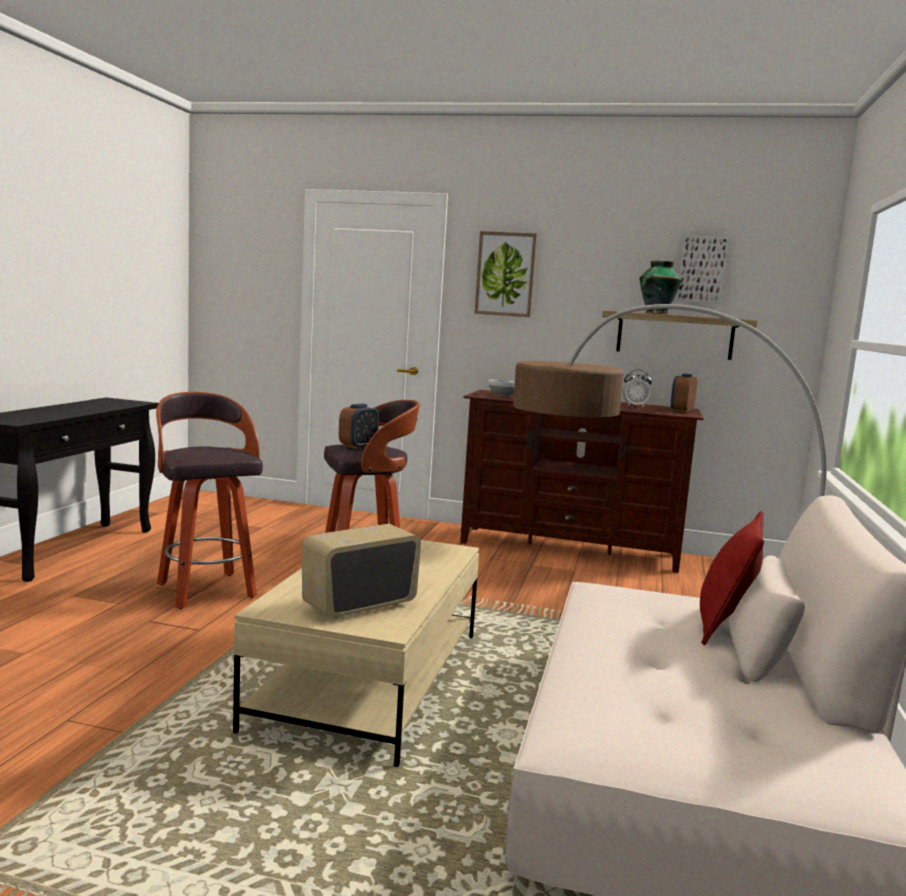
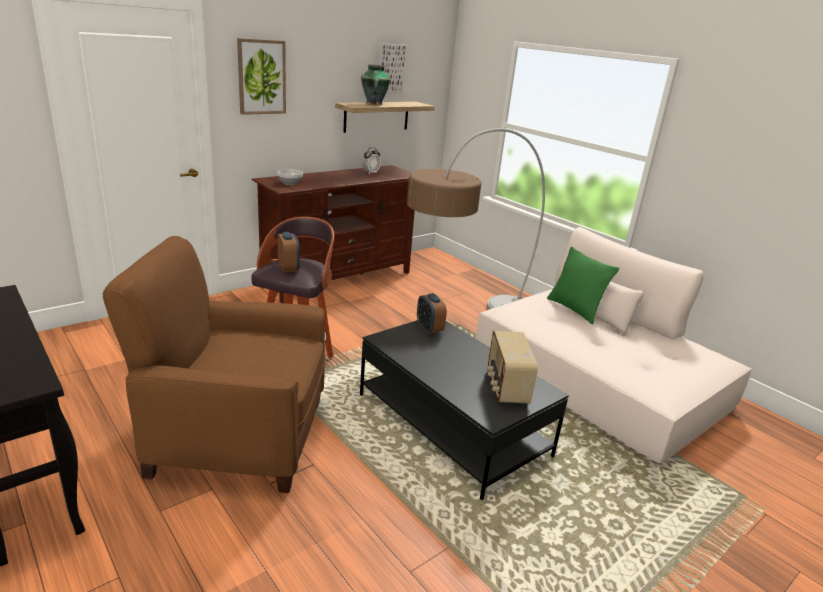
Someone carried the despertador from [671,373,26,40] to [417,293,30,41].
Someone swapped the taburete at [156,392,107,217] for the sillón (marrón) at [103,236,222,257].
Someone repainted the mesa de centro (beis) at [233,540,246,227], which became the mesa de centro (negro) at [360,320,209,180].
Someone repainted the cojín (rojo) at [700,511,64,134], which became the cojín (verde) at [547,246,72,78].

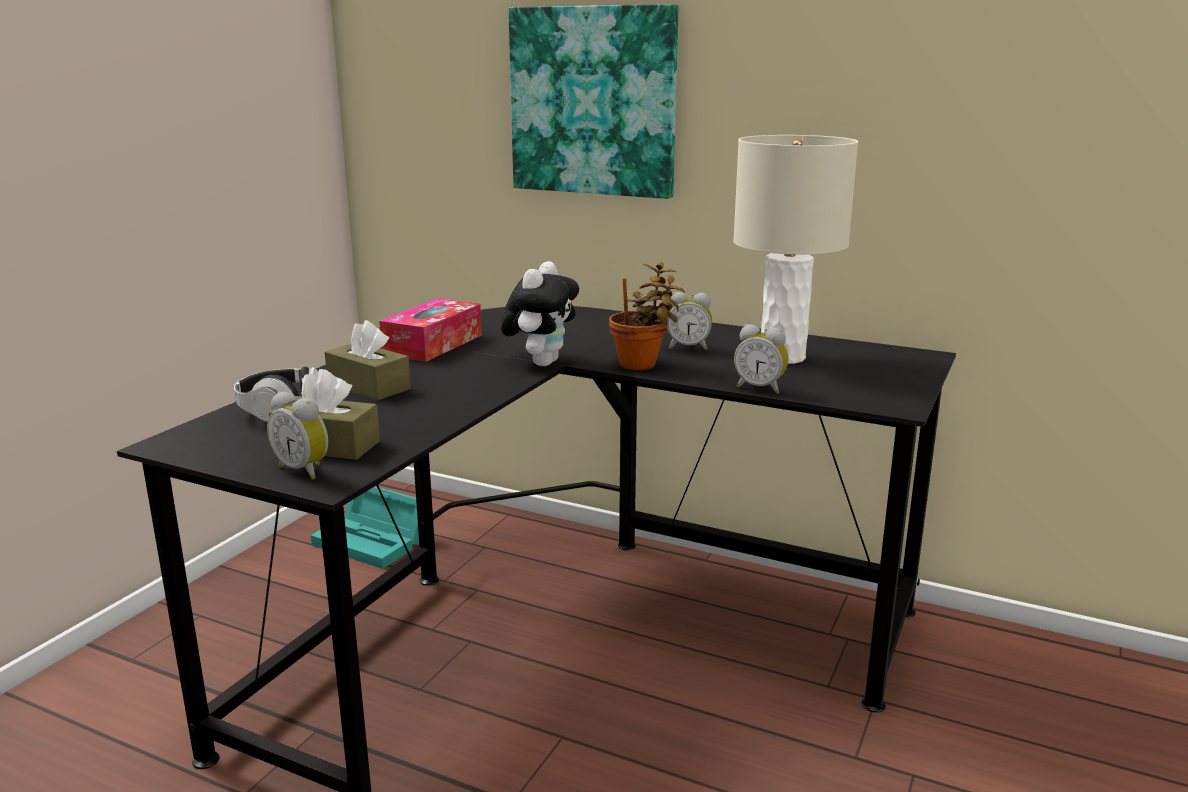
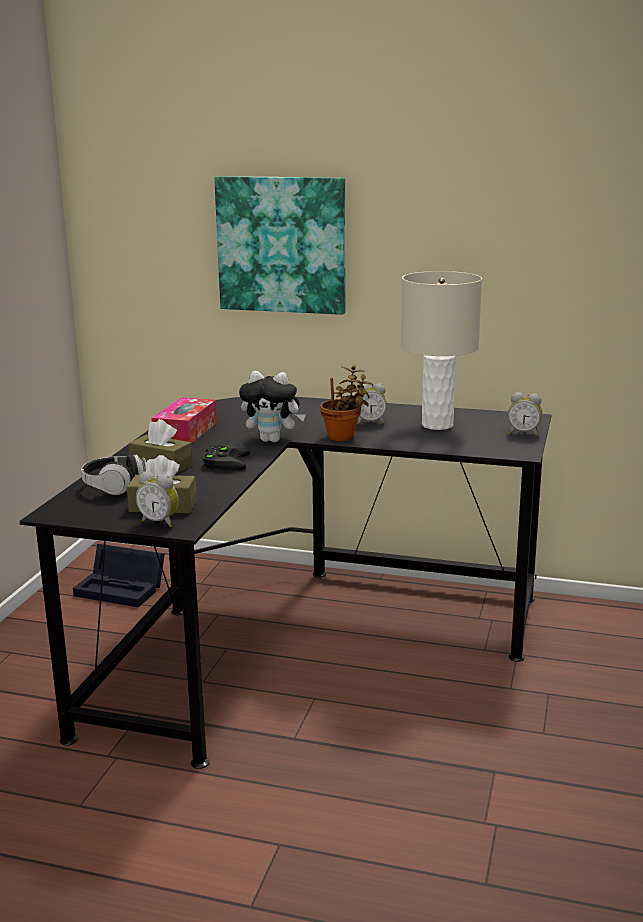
Someone put down the mando de consola (negro) at [202,444,48,26].
Someone carried the despertador from [734,324,54,70] to [508,392,35,44].
Someone repainted the caja de almacenaje (turquesa) at [311,486,108,83], which became the caja de almacenaje (negro) at [73,544,92,63].
Someone rotated the peluche at [501,261,78,105] by 90 degrees clockwise.

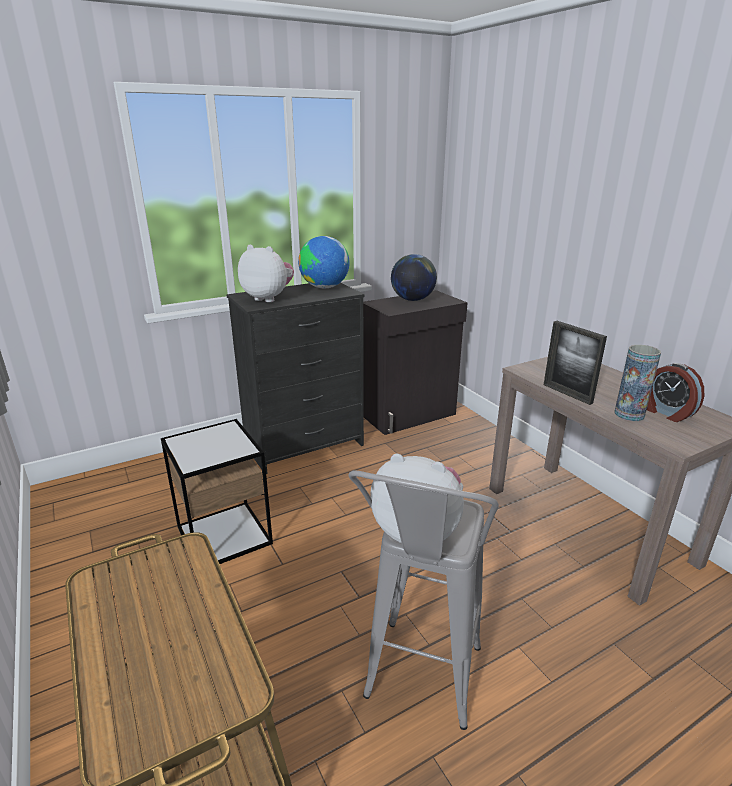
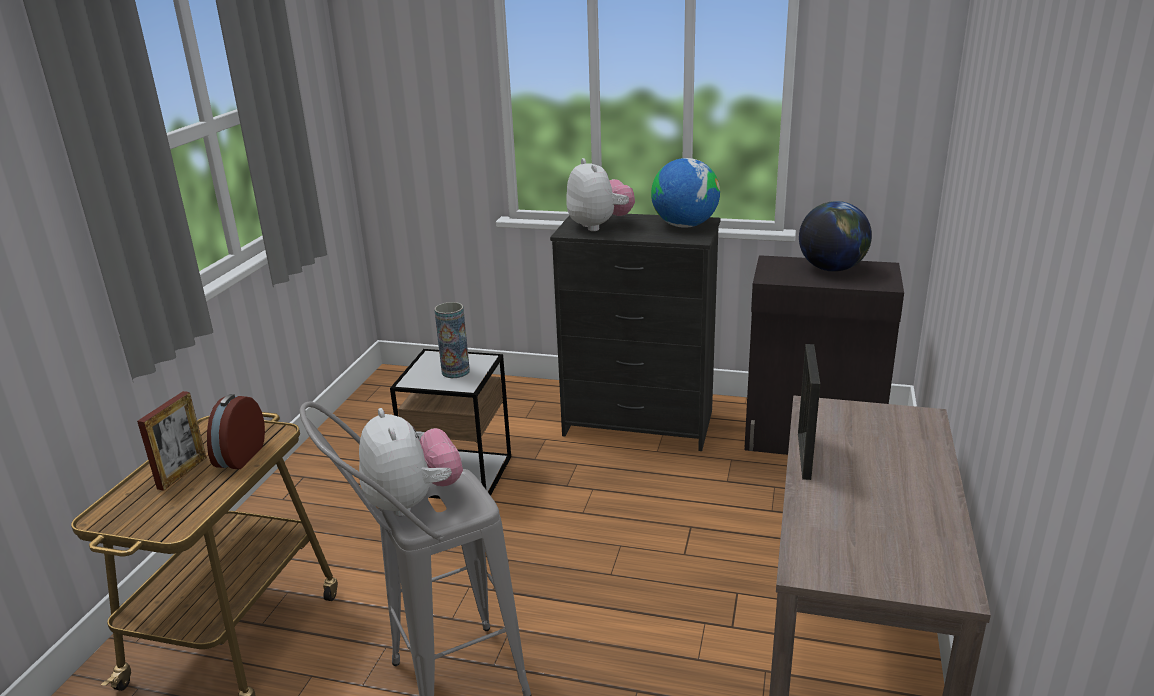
Someone put down the portarretratos at [137,391,70,100].
Someone carried the florero from [614,345,47,76] to [434,302,36,76].
Someone carried the despertador from [647,363,57,59] to [207,394,58,75].

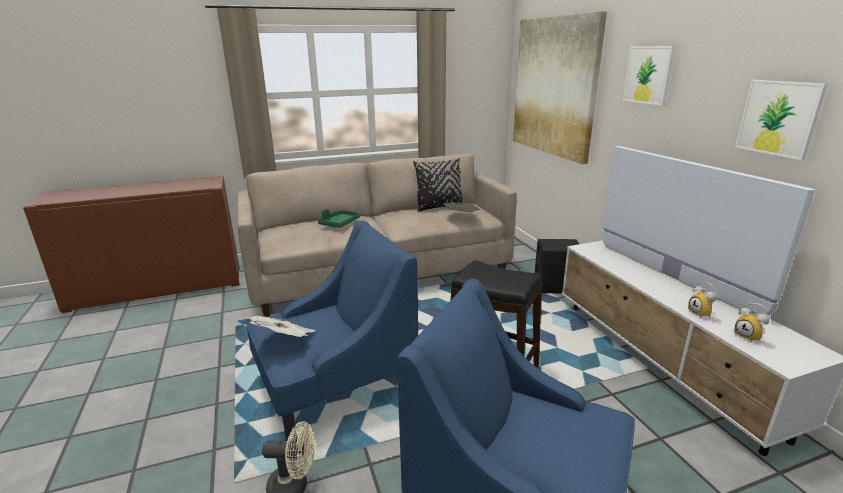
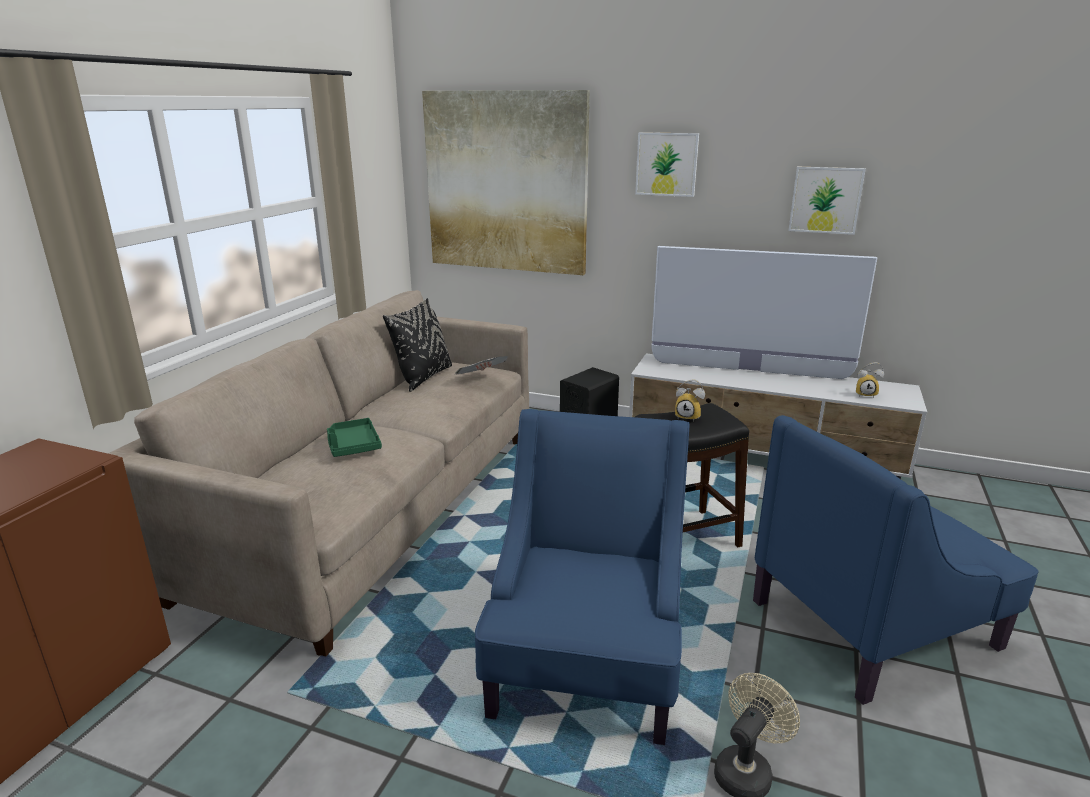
Someone took away the periódico at [249,316,66,21].
Someone carried the despertador from [688,282,29,36] to [675,380,30,42].

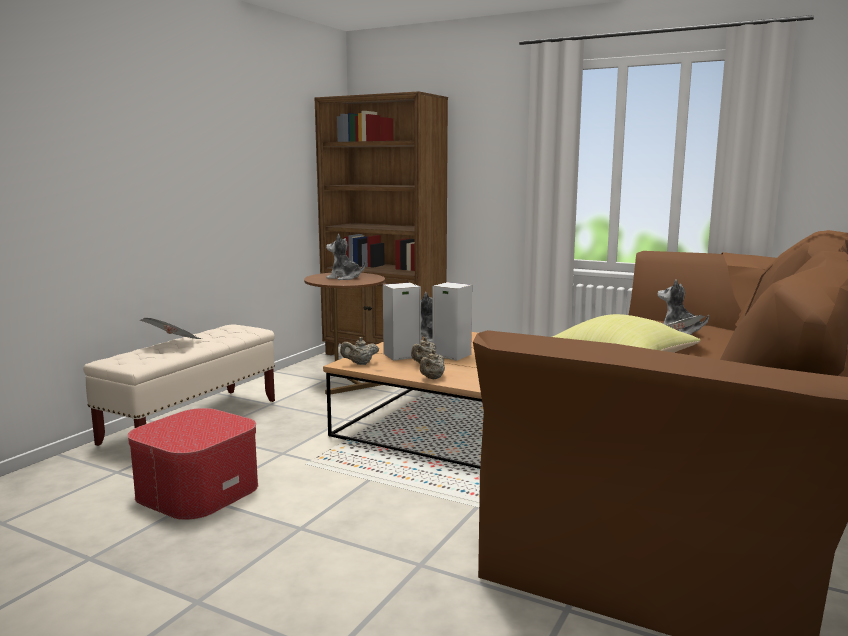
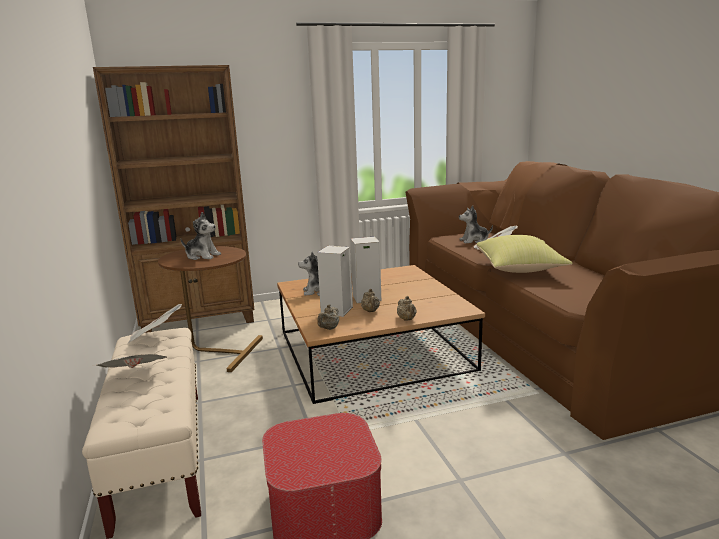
Someone put down the periódico at [127,304,55,40].
Someone rotated the peluche at [326,234,40,46] by 135 degrees counterclockwise.

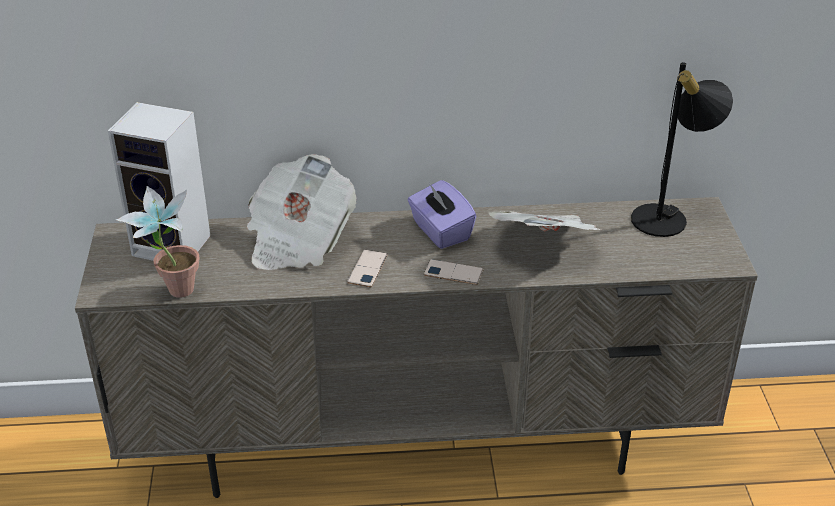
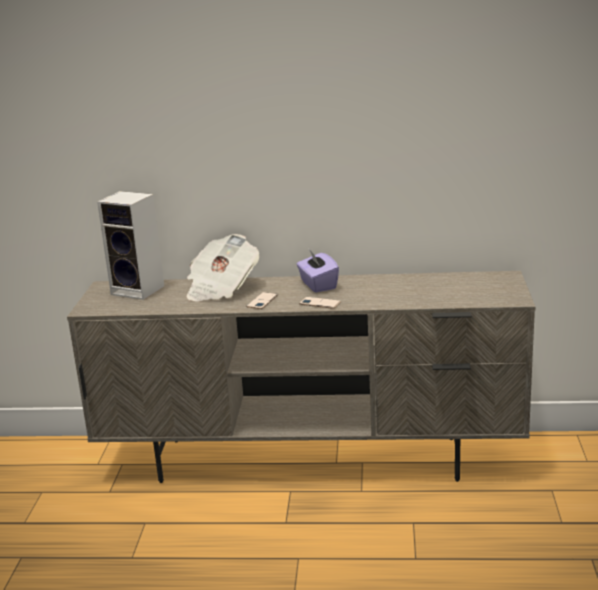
Someone took away the planta en maceta at [116,186,84,112].
Someone took away the periódico at [489,211,112,20].
Someone took away the lámpara de mesa (negro) at [631,62,102,175].

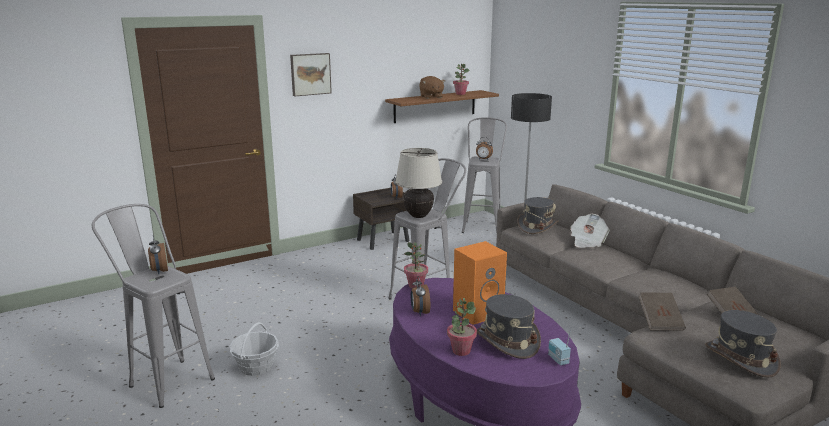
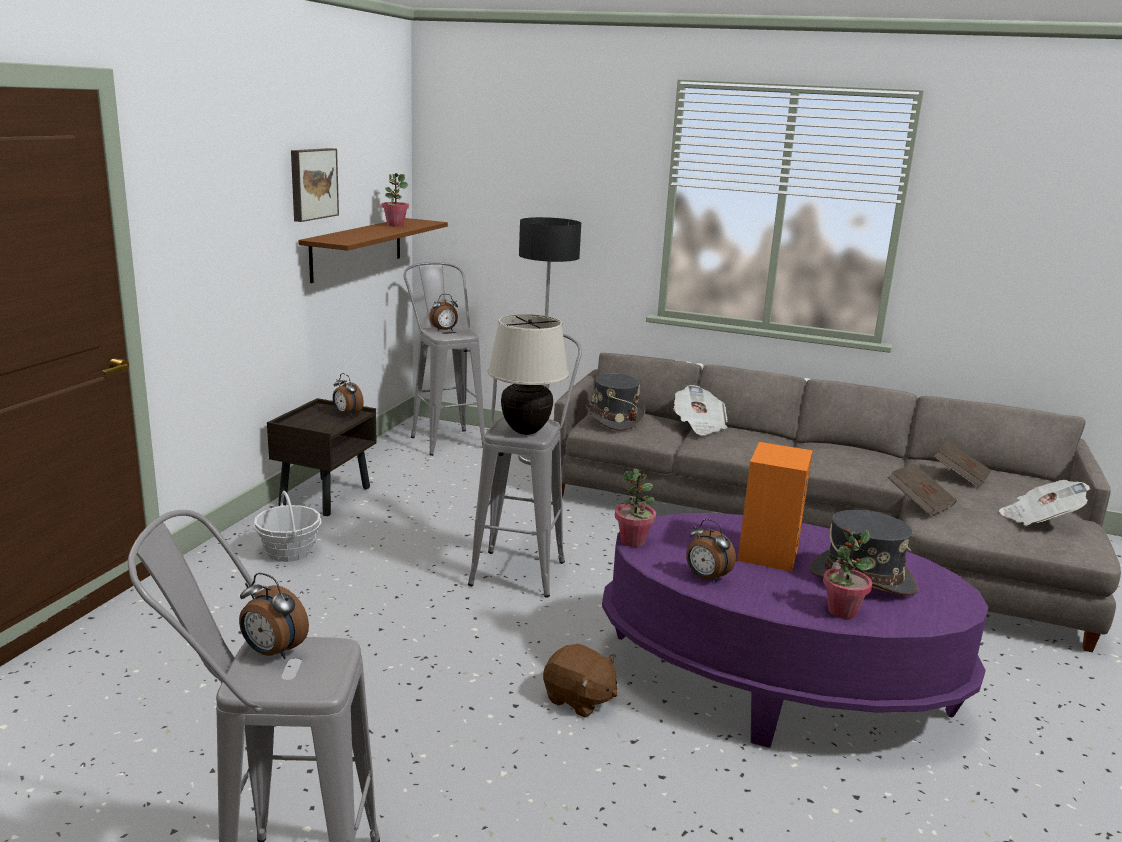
Someone took away the radio at [548,330,23,35].
Someone carried the cesta from [229,322,50,54] to [254,491,68,71].
Someone carried the cuadro from [290,53,42,43] to [291,148,48,74].
Someone carried the peluche (marrón) from [419,76,26,23] to [543,644,75,74].
Someone swapped the sombrero (gris) at [705,310,76,68] for the periódico at [999,480,91,45].

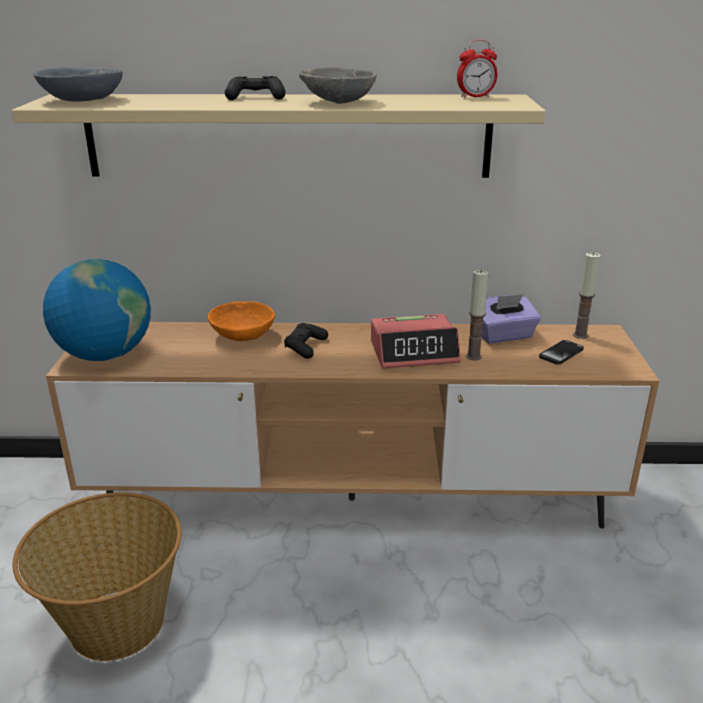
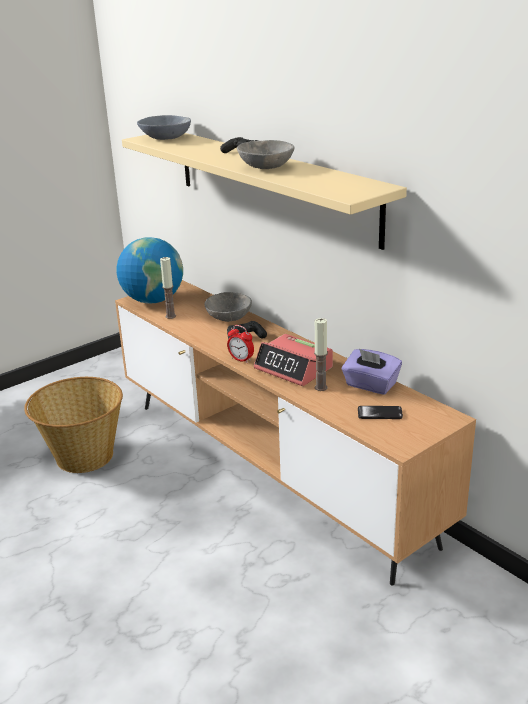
Someone carried the despertador from [457,40,40,58] to [227,325,27,38].
Someone carried the vela from [573,252,28,87] to [160,257,16,62].
Someone repainted the cuenco (naranja) at [208,301,67,40], which became the cuenco (gris) at [204,292,48,30].

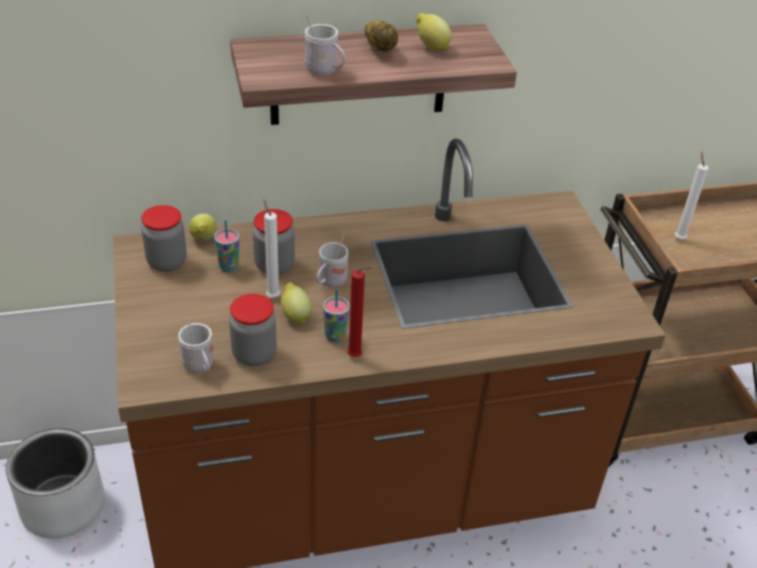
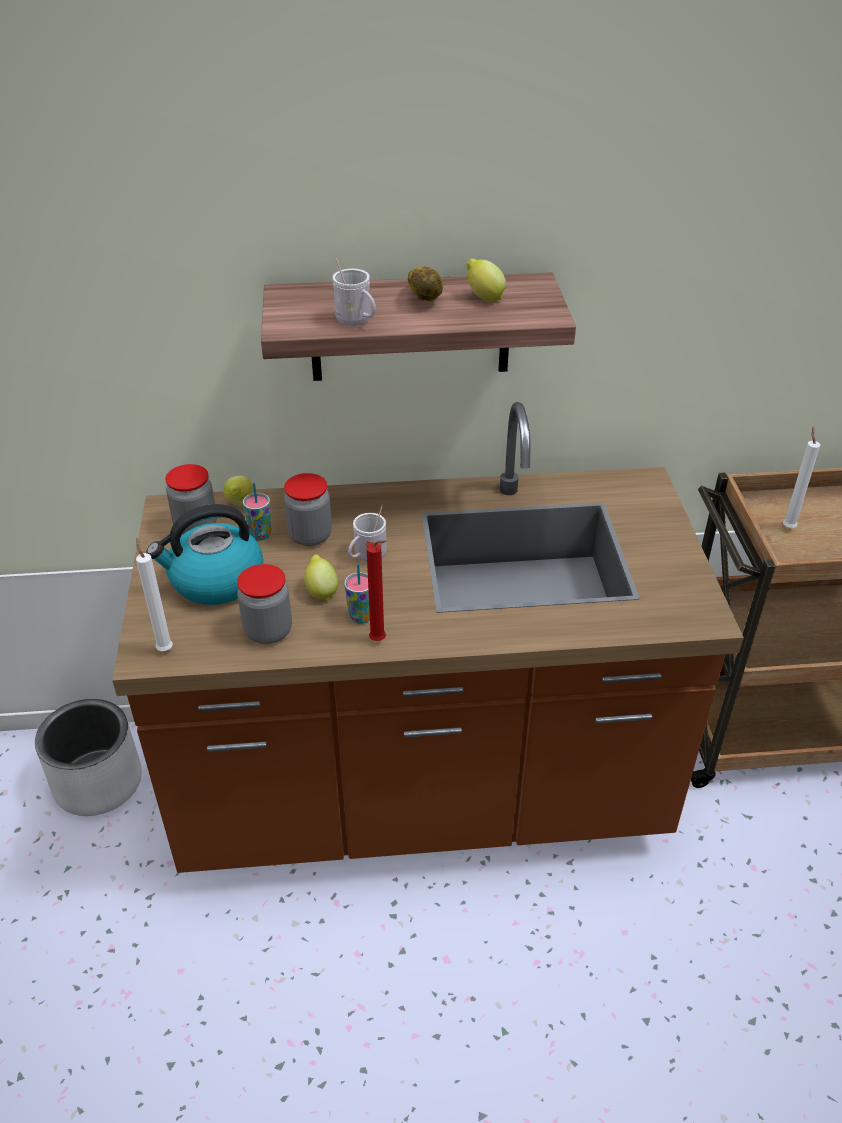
Someone took away the taza grande (blanco) at [178,314,36,59].
Someone put down the hervidor at [146,504,117,101].
Someone carried the vela (blanco) from [263,199,17,98] to [136,537,37,114].

